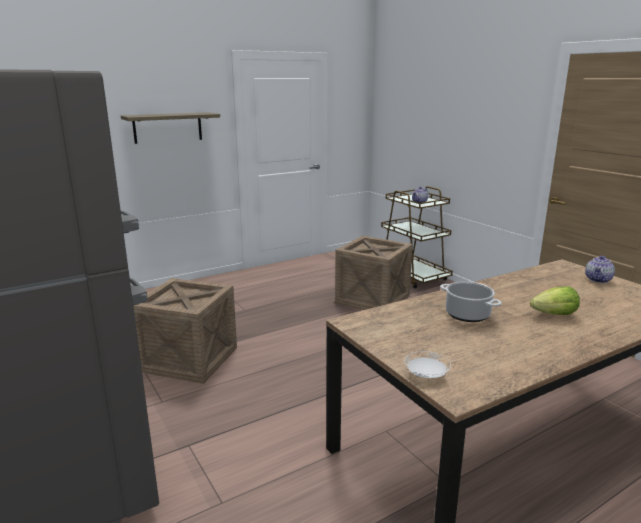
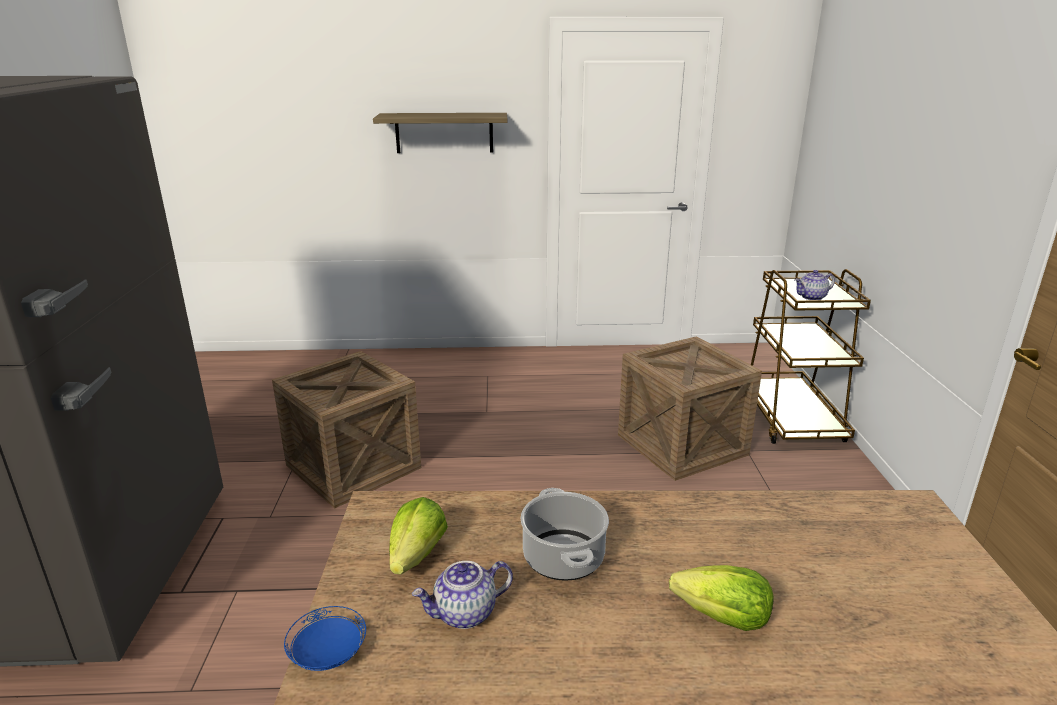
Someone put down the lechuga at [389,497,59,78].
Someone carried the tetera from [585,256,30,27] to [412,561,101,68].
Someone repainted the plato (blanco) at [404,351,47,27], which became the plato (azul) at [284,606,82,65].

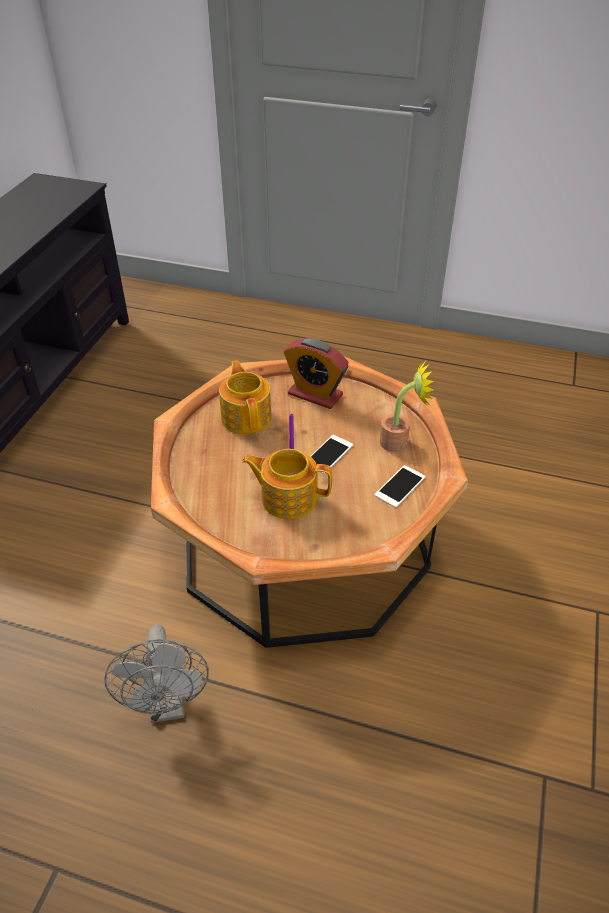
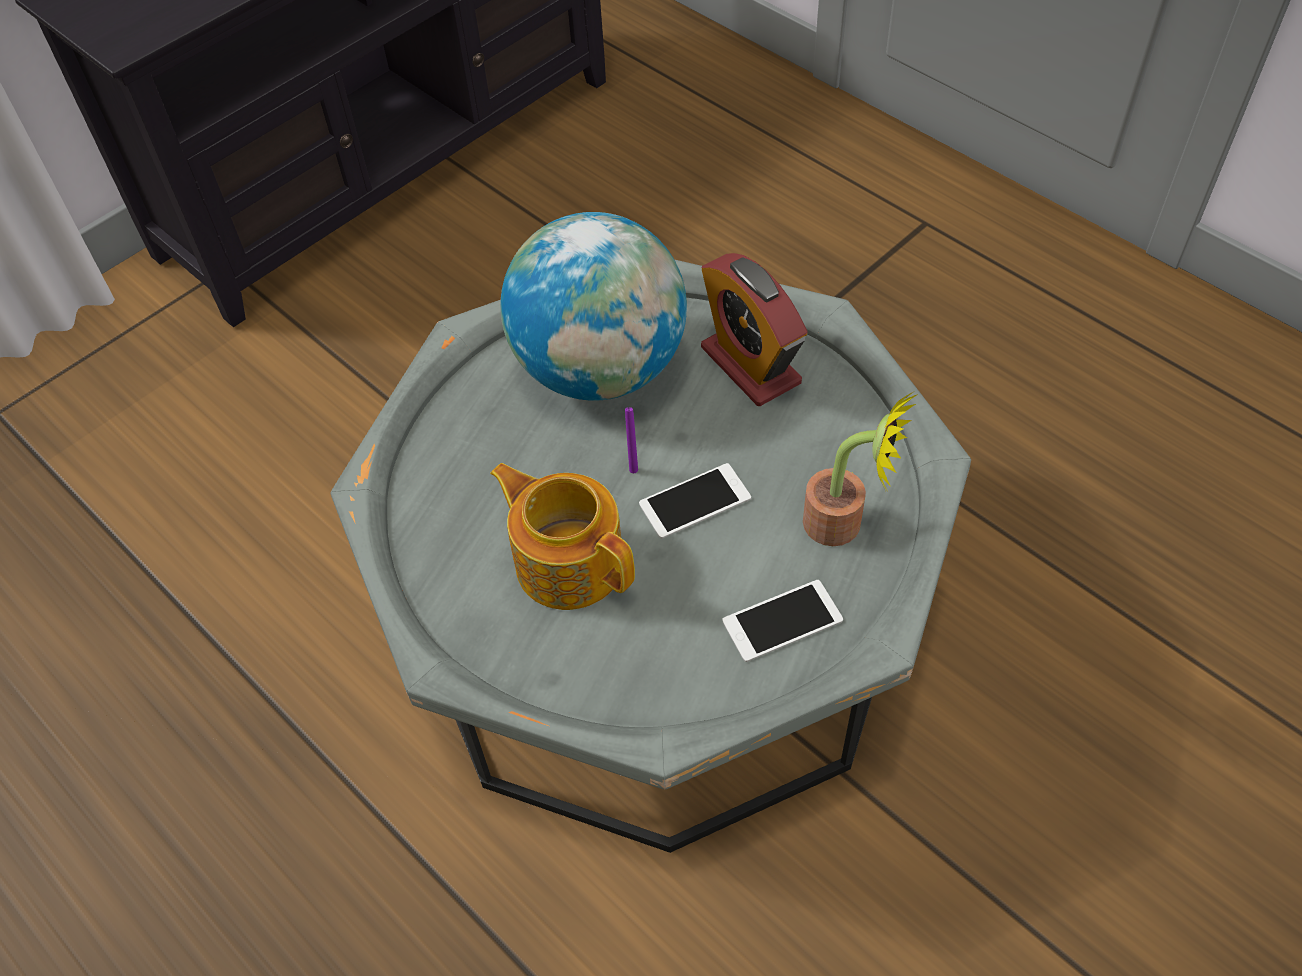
Someone took away the ventilador (gris) at [104,624,105,99].
Someone swapped the tetera at [219,360,52,75] for the globo terráqueo at [500,212,187,189].
Someone repainted the mesa de centro (marrón) at [151,356,317,292], which became the mesa de centro (gris) at [330,259,641,594].

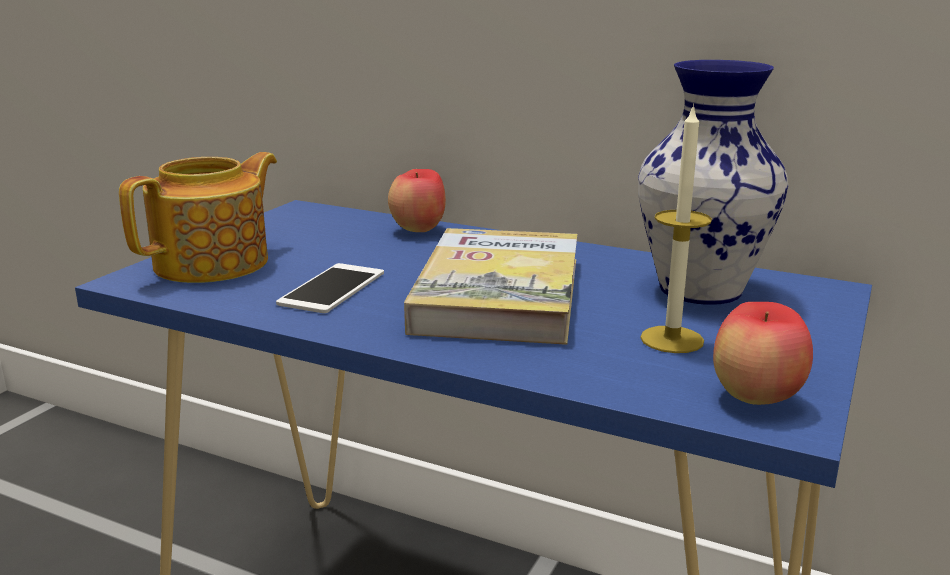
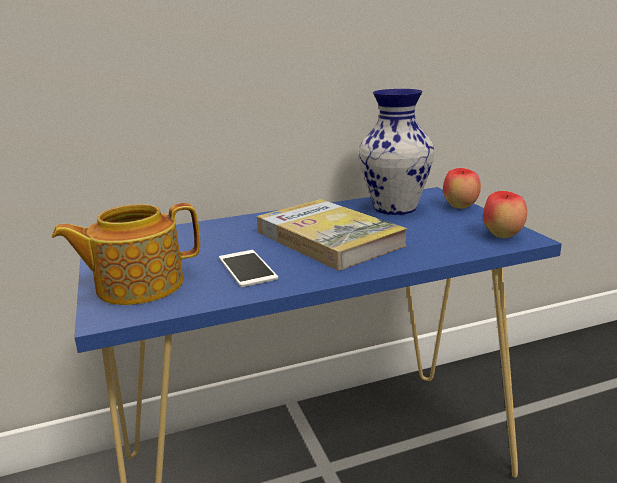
Someone took away the vela at [640,104,72,249].
Someone carried the manzana from [388,169,58,63] to [443,168,38,41].
Someone rotated the tetera at [119,152,158,131] by 105 degrees counterclockwise.

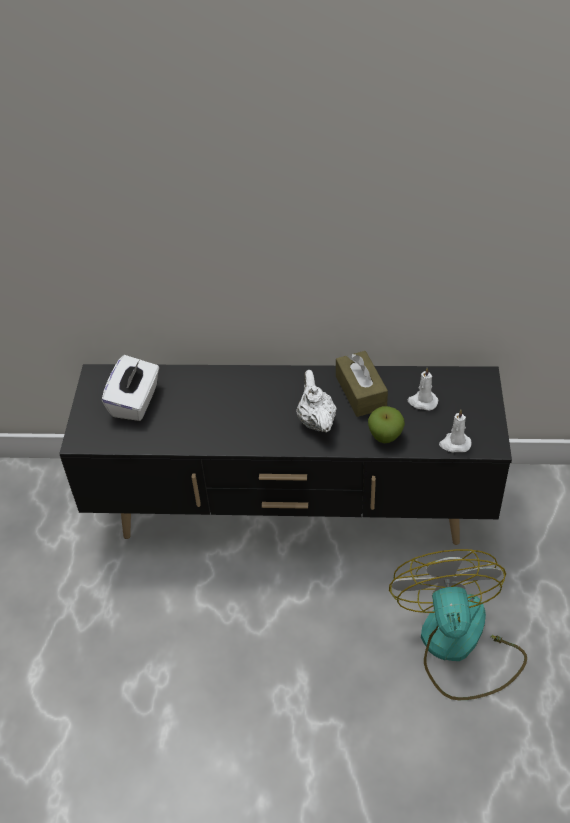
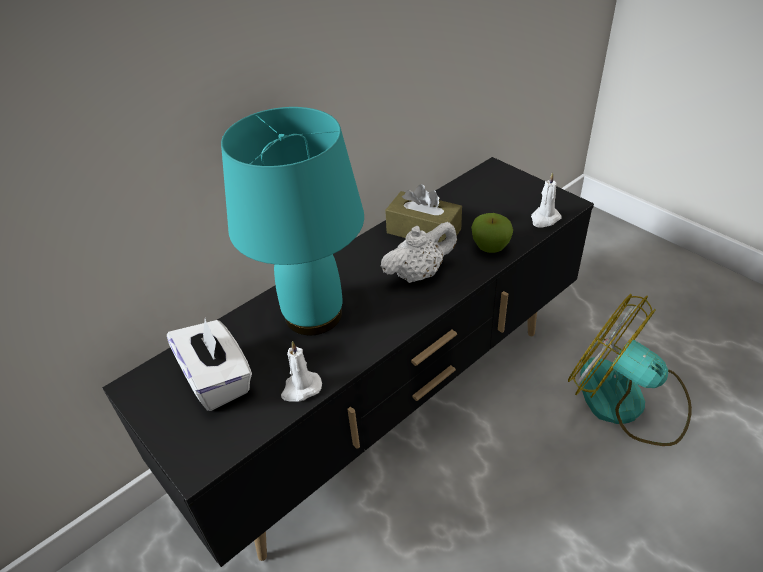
Someone put down the lámpara de mesa (turquesa) at [221,107,143,229].
Someone carried the vela (blanco) from [407,367,31,44] to [281,341,41,61].
Someone rotated the tetera (blanco) at [296,370,41,63] by 120 degrees clockwise.

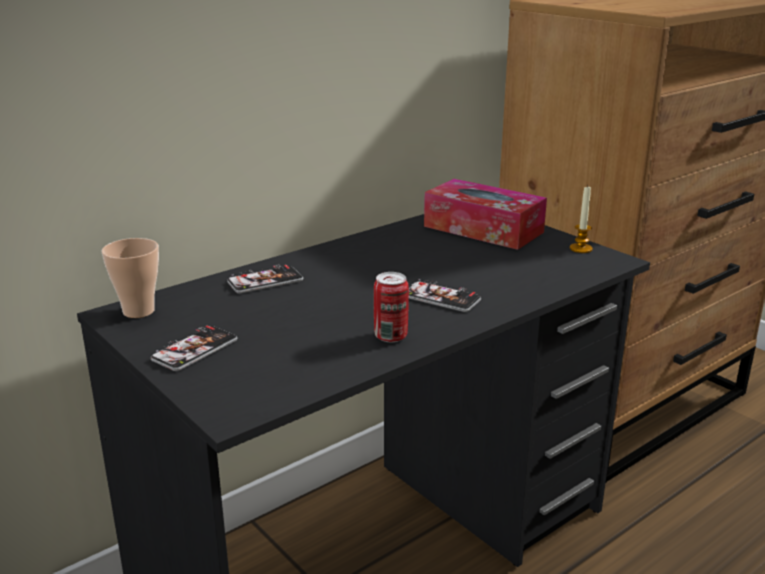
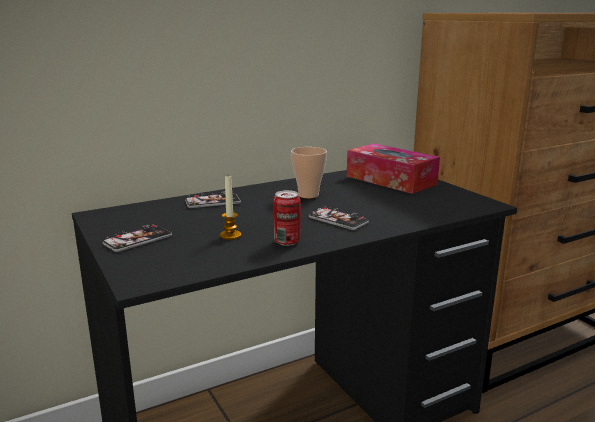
Someone carried the taza from [101,238,58,80] to [291,147,36,51].
Someone carried the vela from [570,185,23,68] to [220,176,21,64].

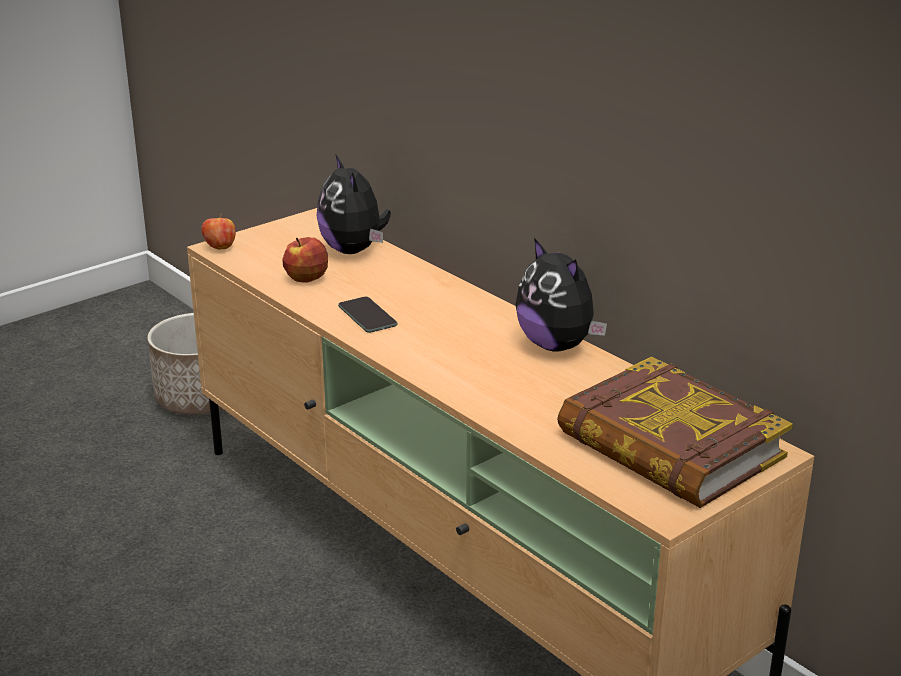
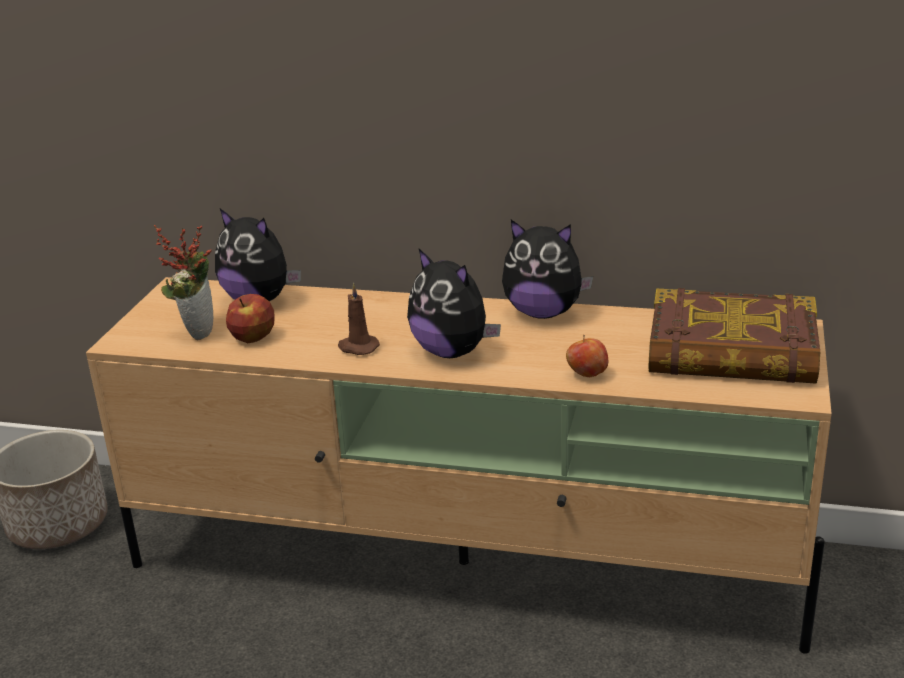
Someone put down the planta en maceta at [154,225,59,115].
Someone put down the peluche at [407,249,94,109].
Someone carried the manzana from [201,214,35,36] to [566,335,42,42].
Someone swapped the móvil at [338,297,60,36] for the vela (marrón) at [338,283,42,72].

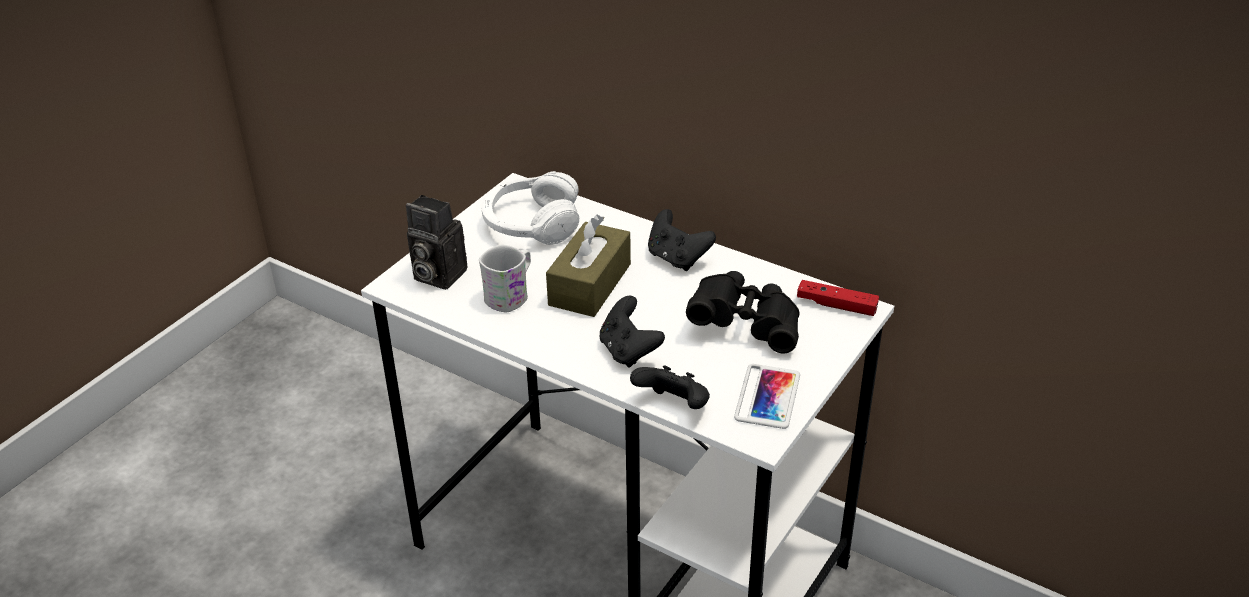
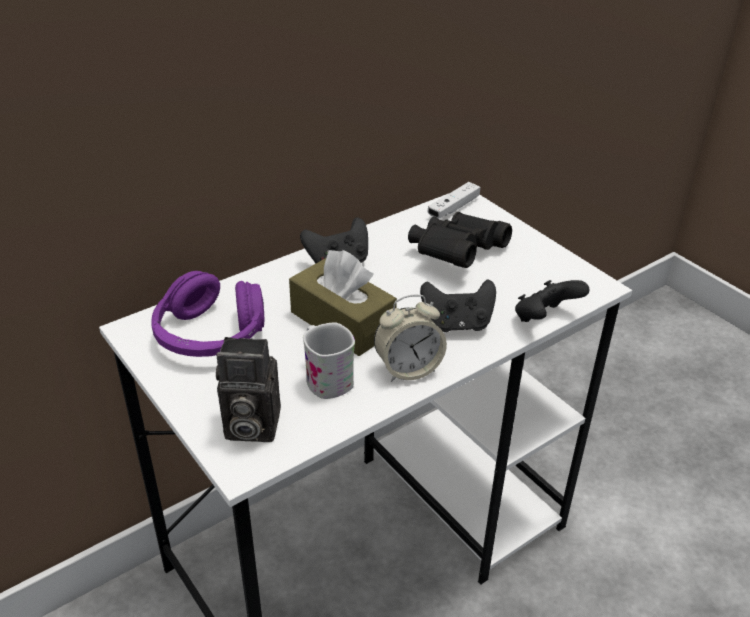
Someone took away the móvil at [734,364,66,65].
Someone put down the despertador at [374,295,73,87].
Someone repainted the auriculares (blanco) at [481,171,98,74], which became the auriculares (morado) at [151,271,113,86].
Someone repainted the mando de consola (rojo) at [797,280,82,36], which became the mando de consola (blanco) at [427,182,53,37].
Someone rotated the cámara at [406,195,62,95] by 45 degrees clockwise.

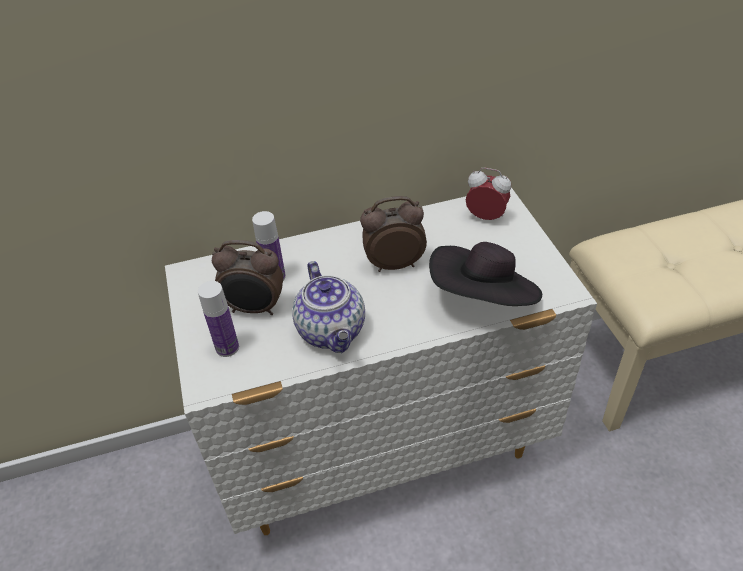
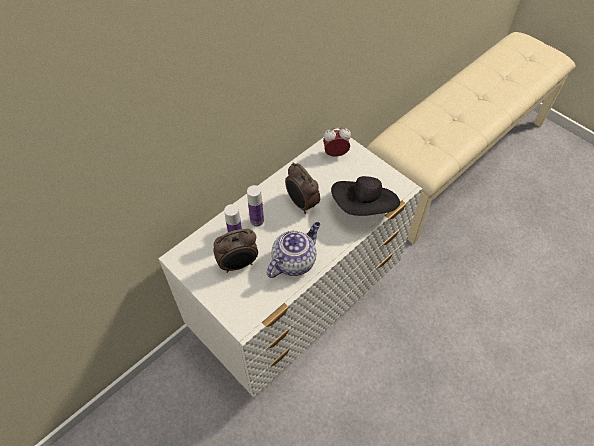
Someone carried the botella from [198,281,41,76] to [247,185,17,42].
Someone rotated the tetera at [292,261,73,92] by 90 degrees counterclockwise.
Someone rotated the despertador at [360,196,67,76] by 90 degrees counterclockwise.

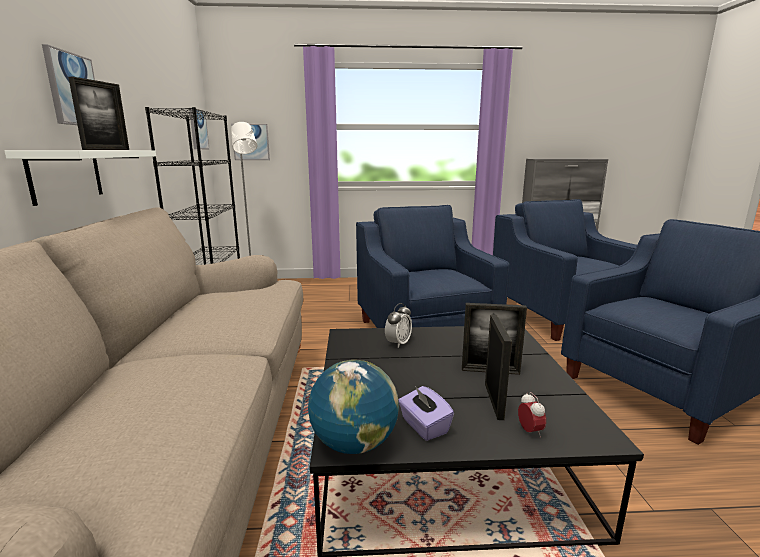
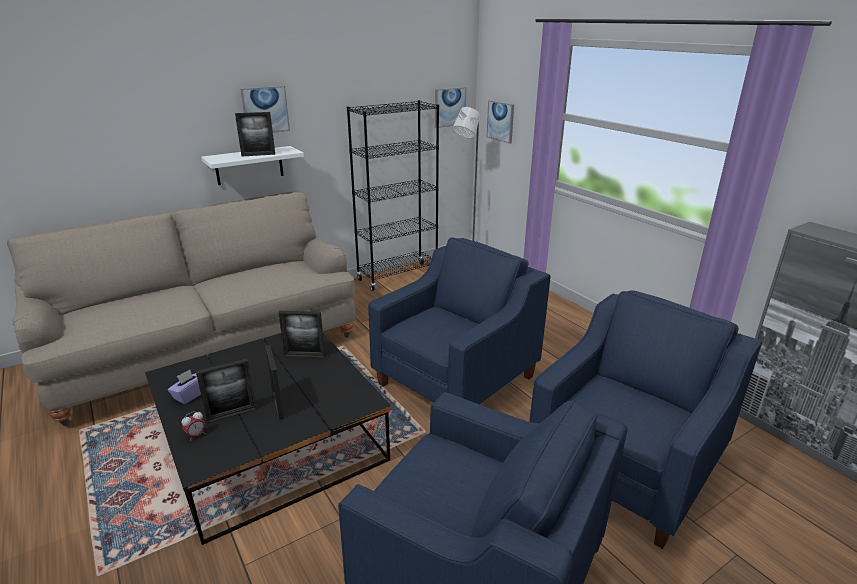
Someone took away the globo terráqueo at [308,360,91,94].
Someone swapped the despertador at [385,303,27,45] for the portarretratos at [278,311,47,47].

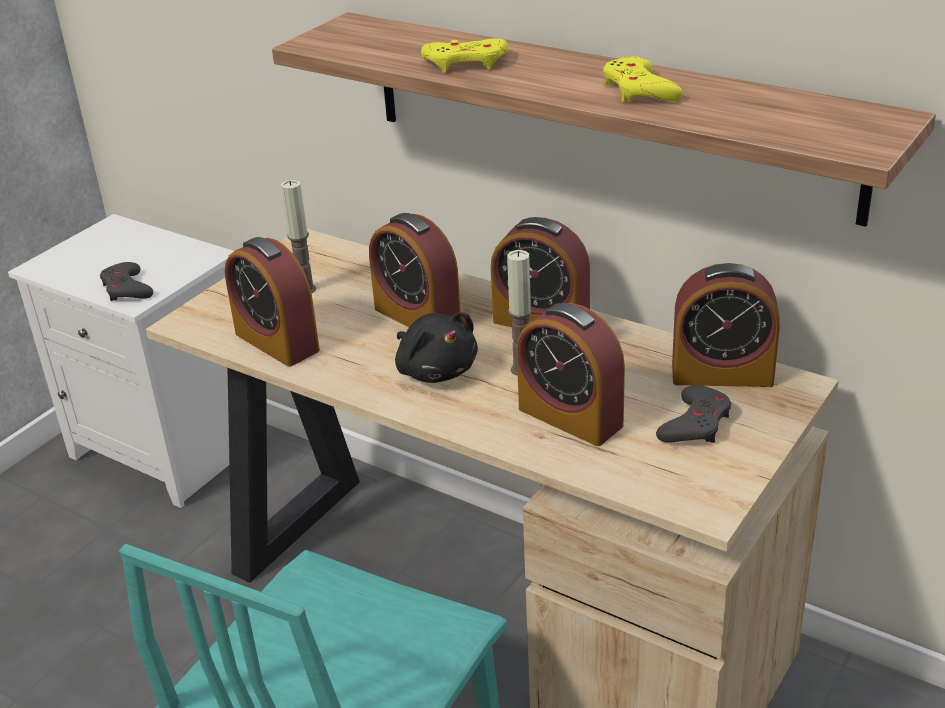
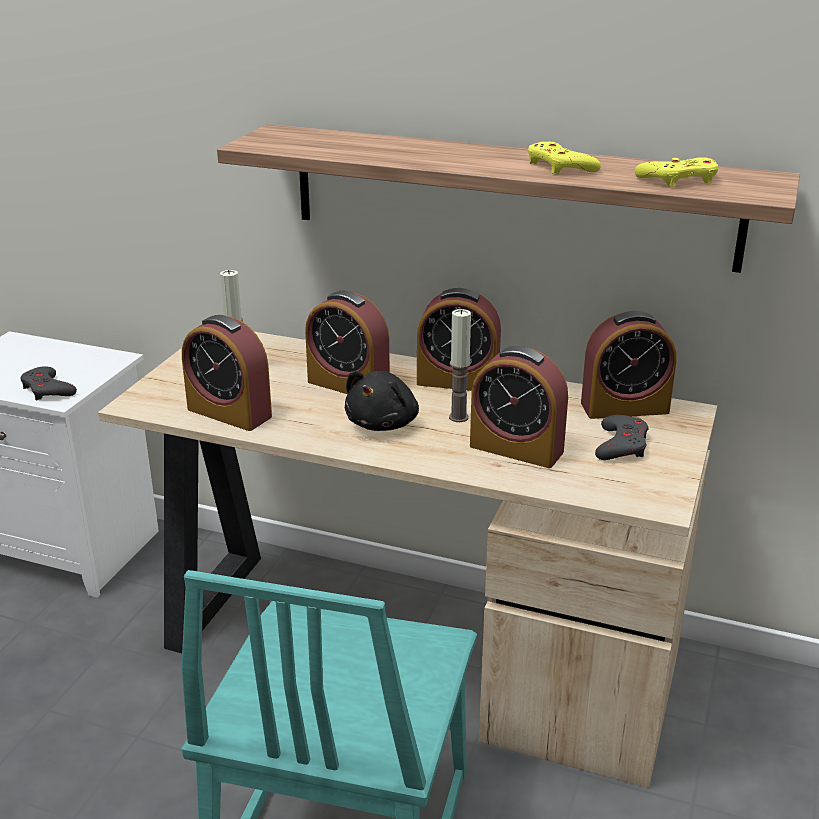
Someone carried the mando de consola (amarillo) from [421,38,87,35] to [635,157,83,30].
Someone rotated the peluche (negro) at [395,312,83,71] by 75 degrees clockwise.

